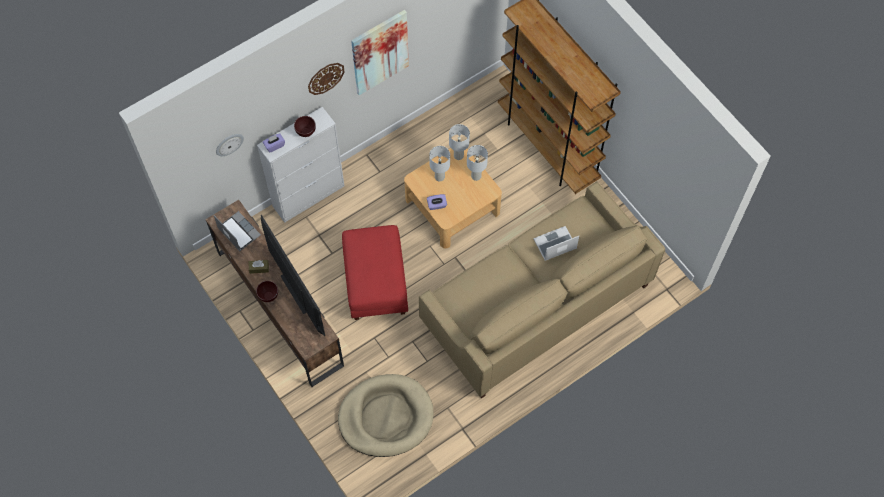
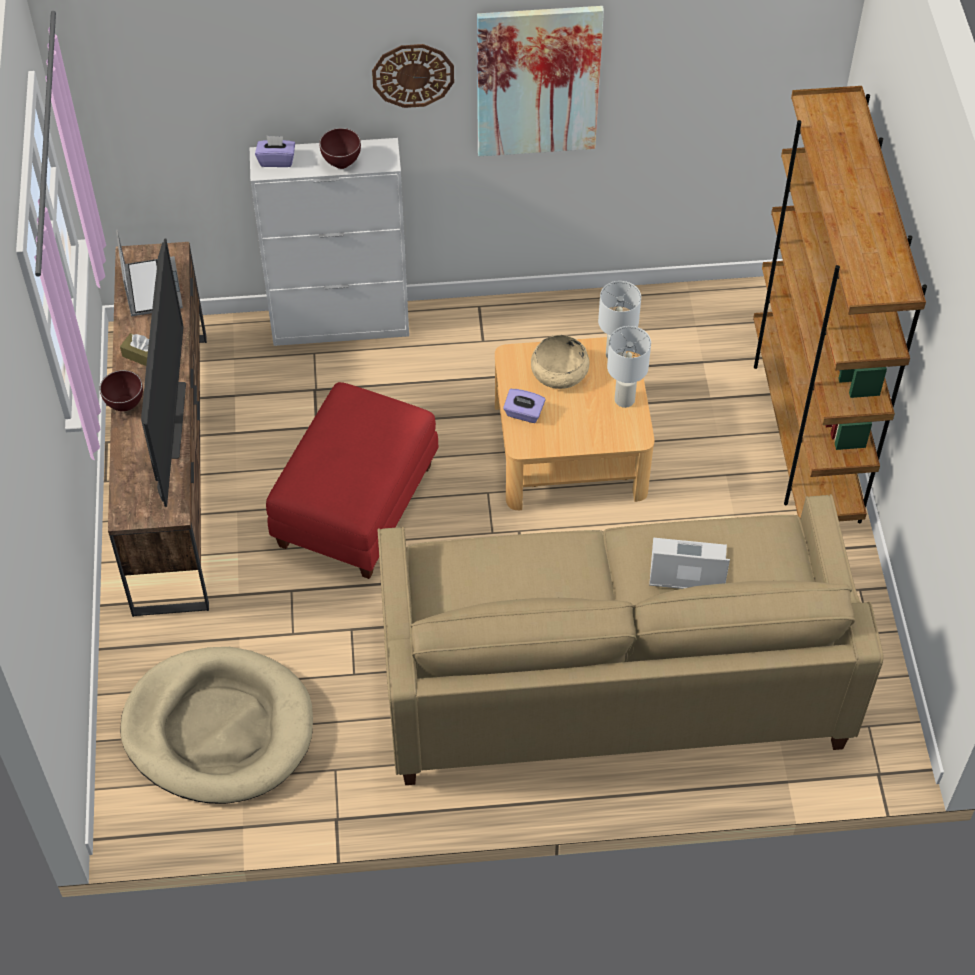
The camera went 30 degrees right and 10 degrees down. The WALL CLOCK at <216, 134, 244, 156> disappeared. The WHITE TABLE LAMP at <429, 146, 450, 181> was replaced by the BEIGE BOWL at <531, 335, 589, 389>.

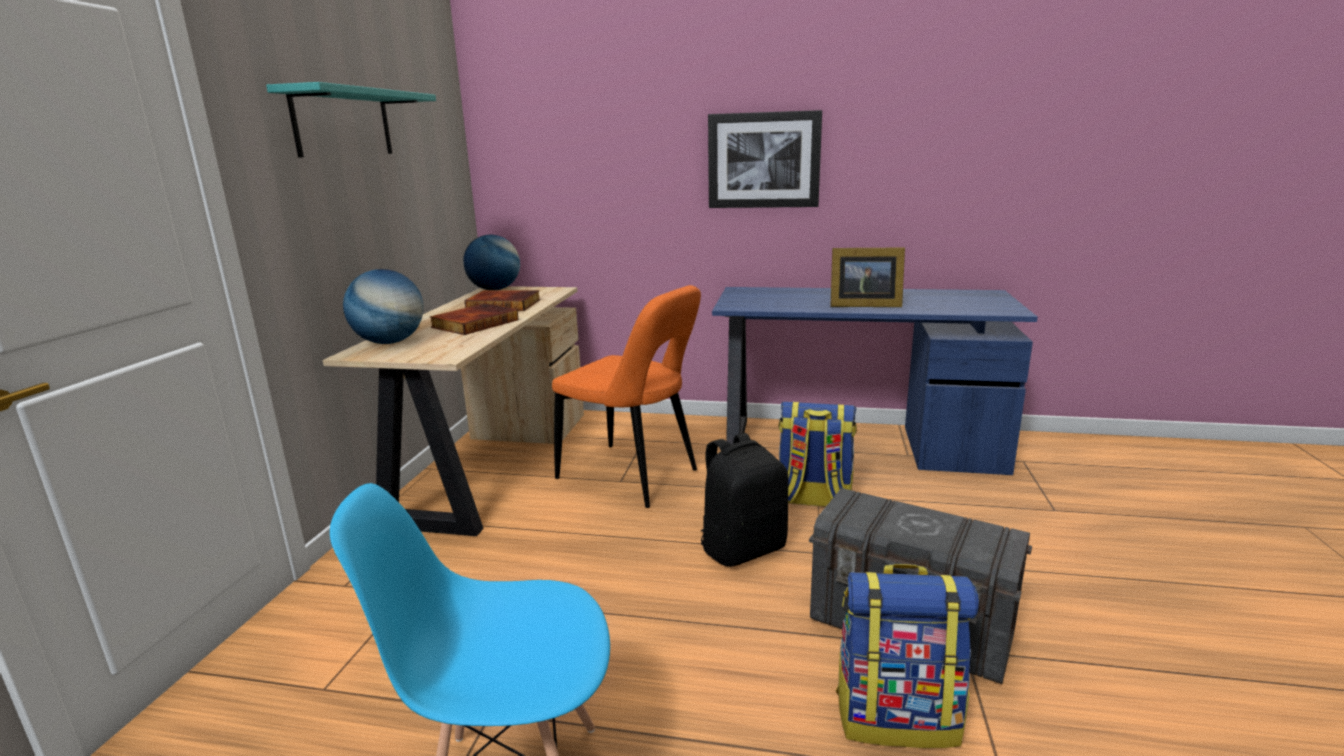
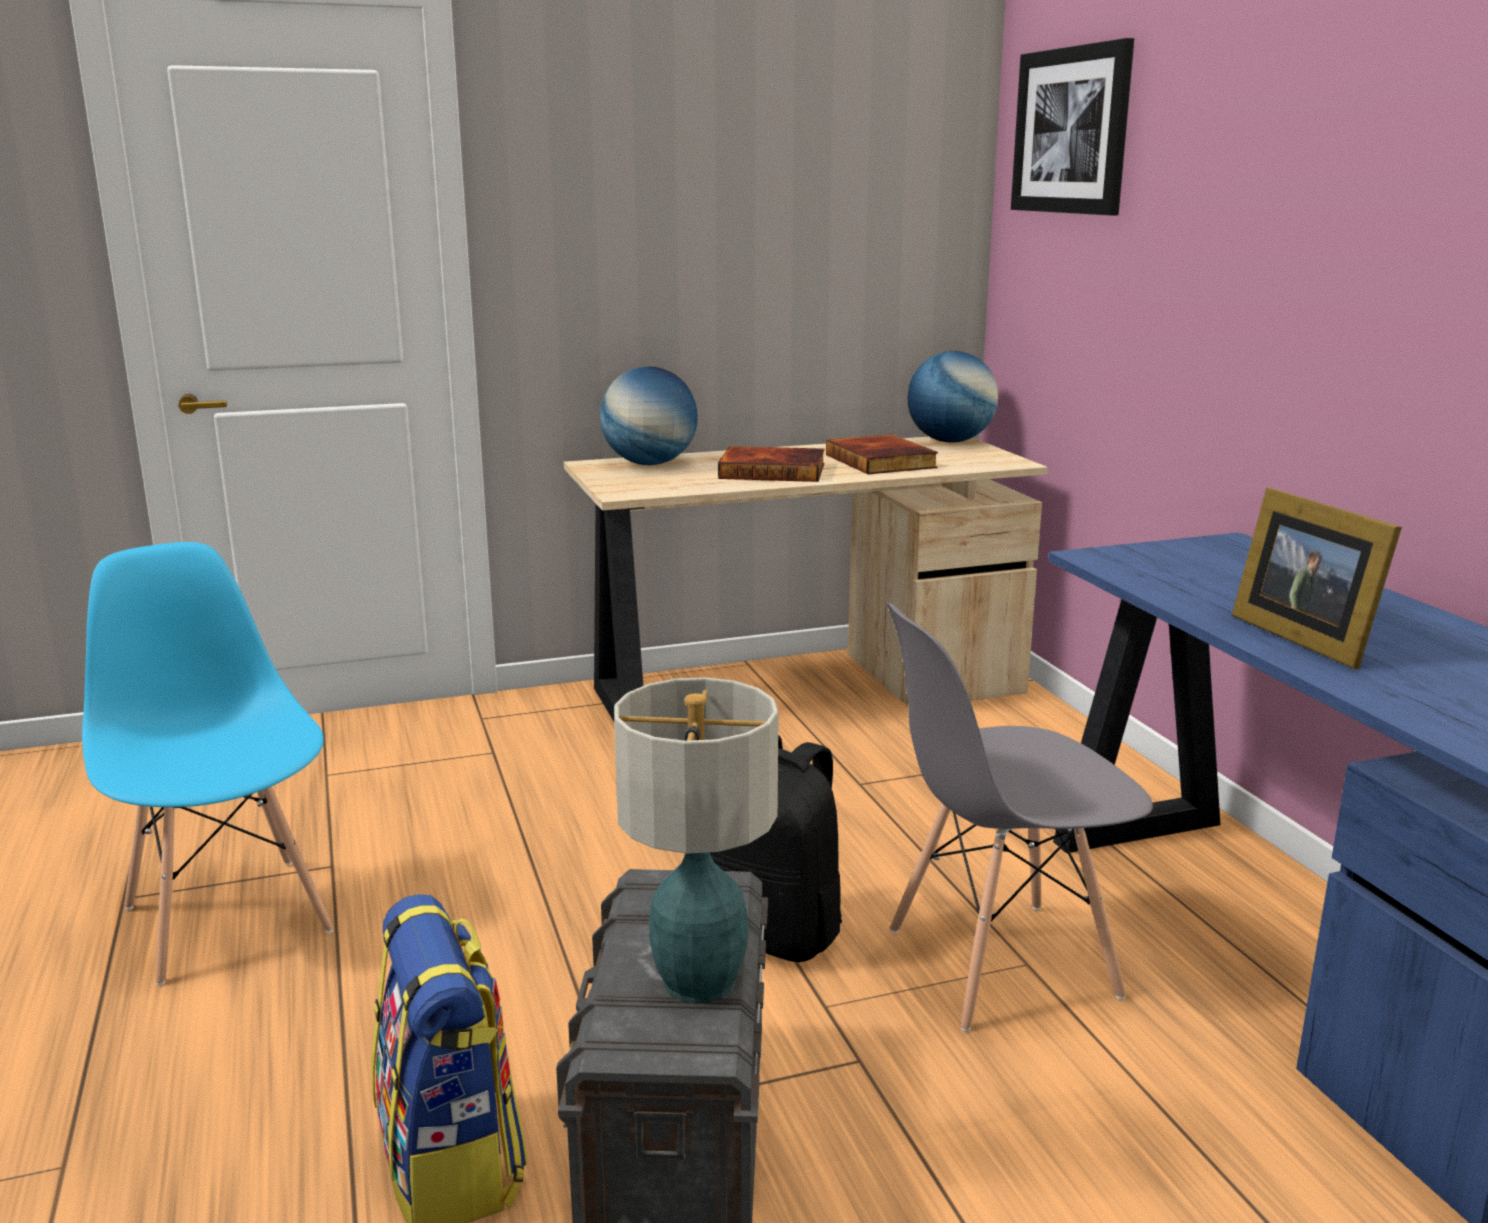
The camera went 60 degrees right and 0 degrees up. The TURQUOISE SHELF at <266, 82, 436, 158> disappeared. The ORANGE CHAIR at <552, 285, 701, 508> disappeared. The TABLE LAMP at <614, 677, 779, 1003> appeared. The PICTURE moved from <708, 110, 822, 208> to <1011, 38, 1134, 216>. The BACKPACK at <778, 402, 857, 507> was replaced by the GREY CHAIR at <887, 602, 1153, 1031>.

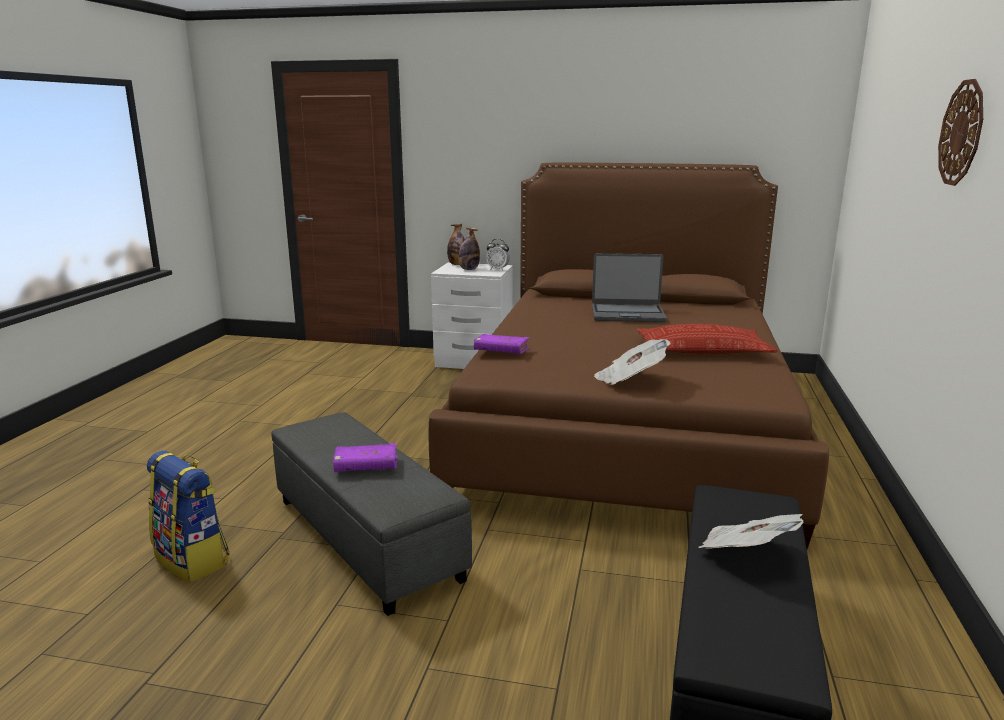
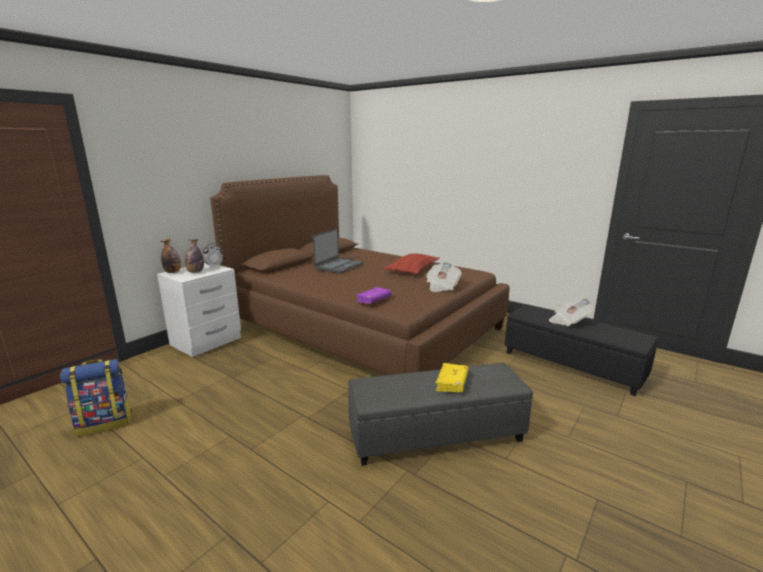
The camera went 65 degrees left and 0 degrees up. The WALL CLOCK at <938, 79, 983, 186> disappeared. The BACKPACK moved from <147, 451, 229, 583> to <60, 359, 132, 437>. The PURPLE BOOK at <332, 443, 398, 472> became the YELLOW BOOK at <435, 363, 469, 393>.

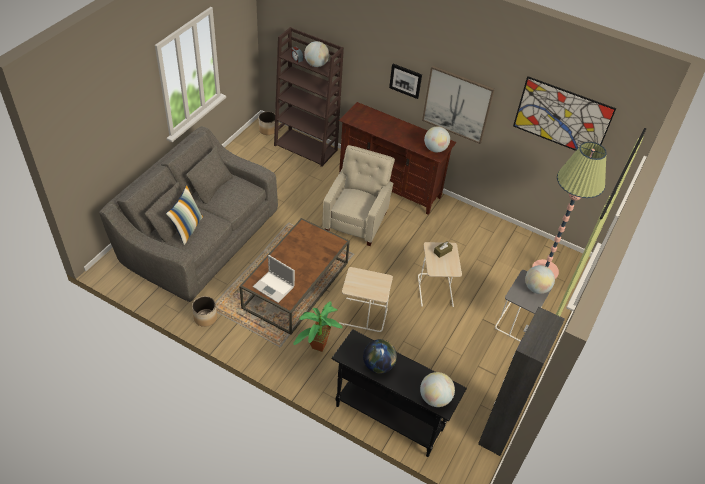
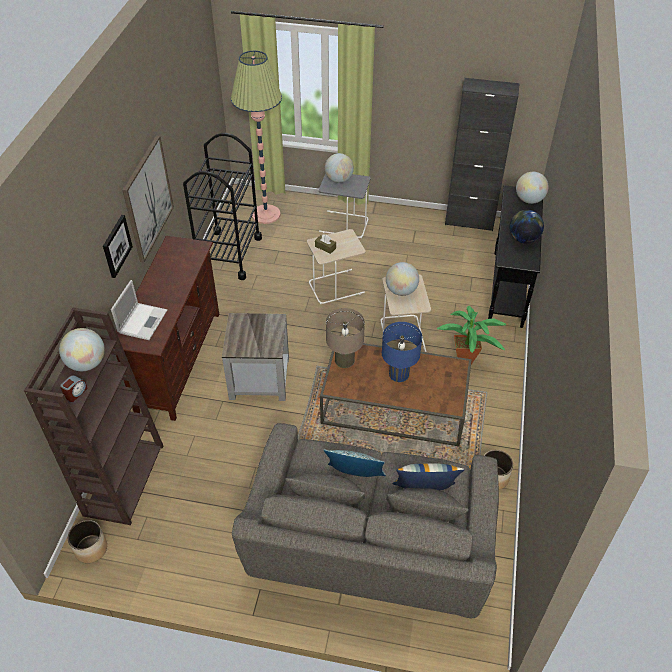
The camera went 105 degrees left and 0 degrees up. The PICTURE at <513, 76, 616, 151> disappeared. The BLACK CART at <183, 133, 262, 280> appeared. The PILLOW at <324, 449, 386, 477> appeared. The BEIGE TABLE LAMP at <326, 308, 365, 368> appeared. The BLUE TABLE LAMP at <382, 322, 422, 382> appeared. The LAPTOP moved from <253, 255, 295, 303> to <111, 280, 167, 340>. The GLOBE moved from <424, 126, 450, 152> to <386, 262, 419, 296>. The BEIGE ARMCHAIR at <322, 145, 395, 246> was replaced by the GREY SIDE TABLE at <222, 313, 289, 401>.

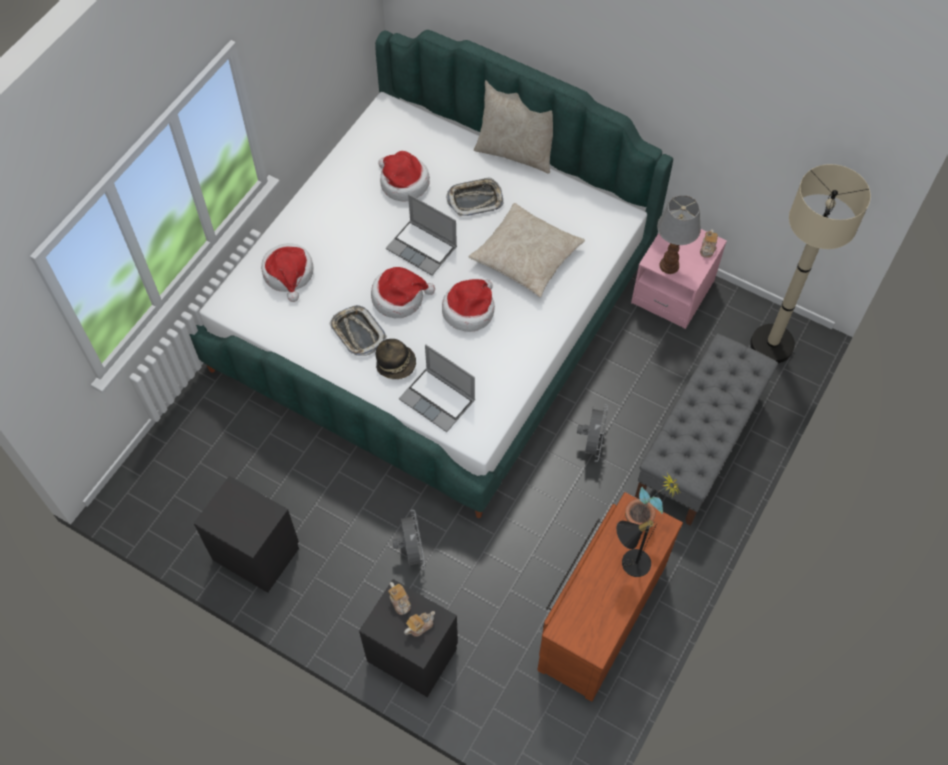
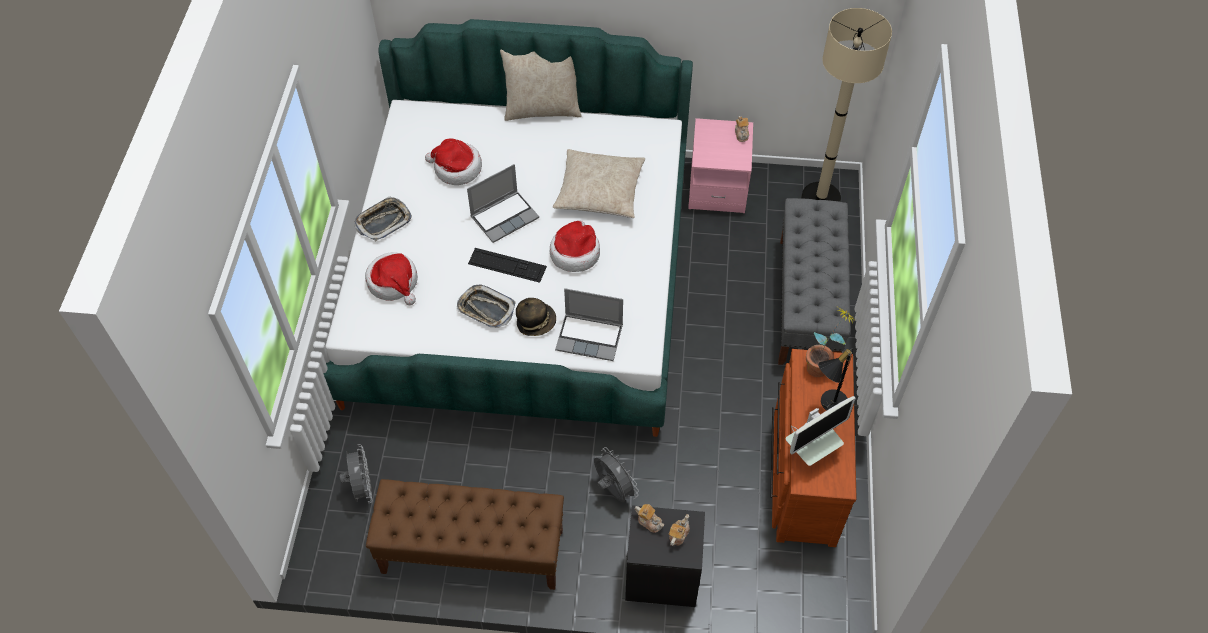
The camera went 25 degrees left and 5 degrees down. The TABLE LAMP at <657, 195, 701, 274> disappeared. The MONITOR at <786, 396, 856, 466> appeared. The TRAY moved from <446, 177, 503, 217> to <354, 196, 412, 241>. The GREY FAN moved from <577, 404, 608, 462> to <339, 444, 373, 503>. The BLACK NIGHTSTAND at <194, 476, 299, 593> was replaced by the BROWN BENCH at <366, 479, 564, 590>. The HAT at <371, 267, 435, 318> was replaced by the KEYBOARD at <468, 248, 547, 283>. The LAPTOP at <386, 194, 457, 276> turned 45 degrees counterclockwise.

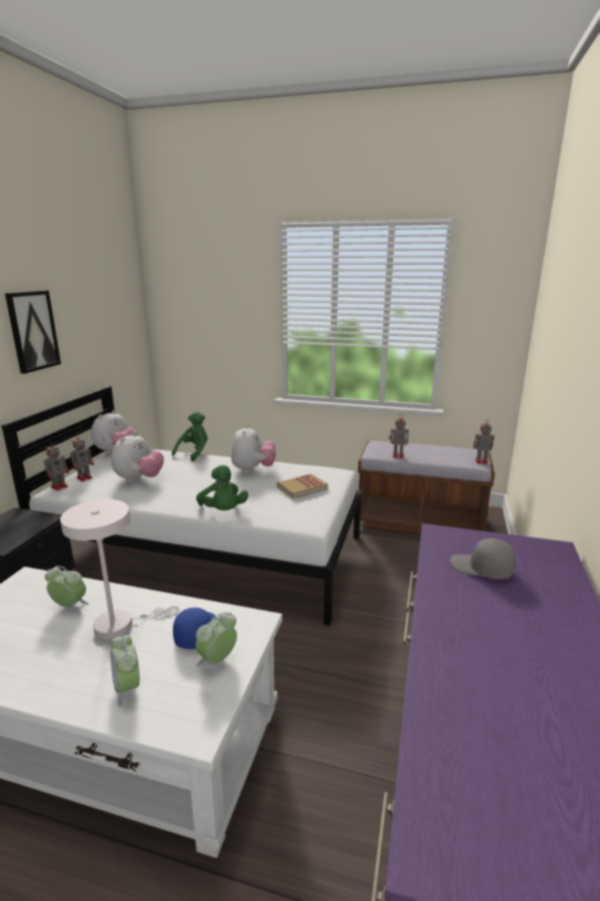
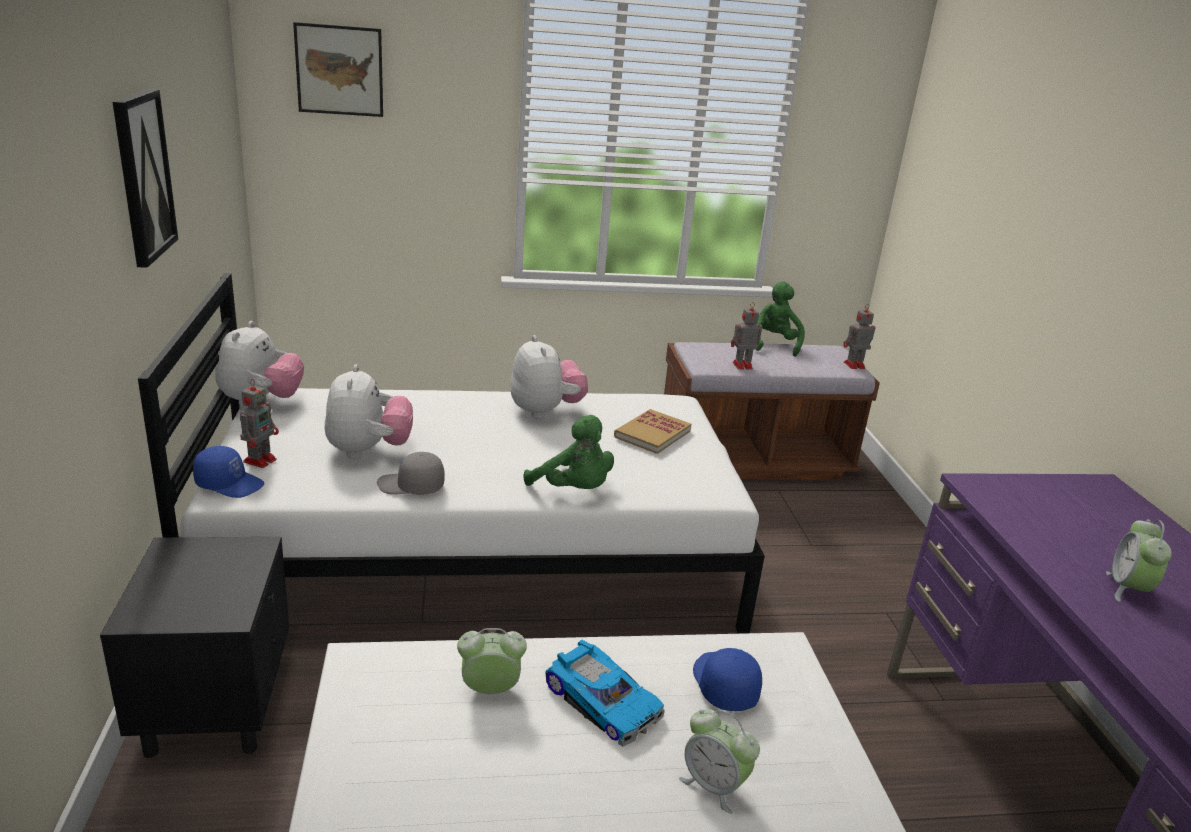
The camera went 25 degrees left and 5 degrees up. The PICTURE at <293, 22, 383, 117> appeared. The GREEN PLUSH TOY moved from <172, 412, 208, 461> to <755, 281, 805, 357>. The ALARM CLOCK moved from <195, 612, 237, 666> to <1106, 519, 1172, 602>. The GREY CAP moved from <450, 538, 516, 579> to <377, 452, 445, 495>. The TOY ROBOT at <44, 441, 69, 491> was replaced by the BLUE CAP at <193, 446, 264, 498>. The WHITE TABLE LAMP at <60, 499, 180, 639> was replaced by the TOY CAR at <545, 640, 665, 747>.

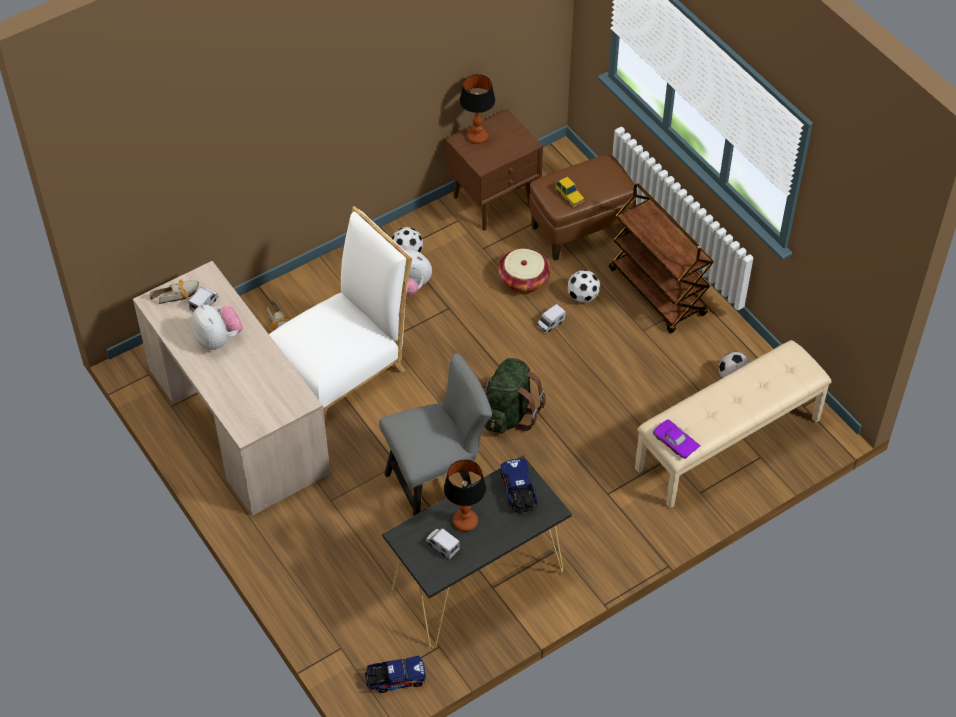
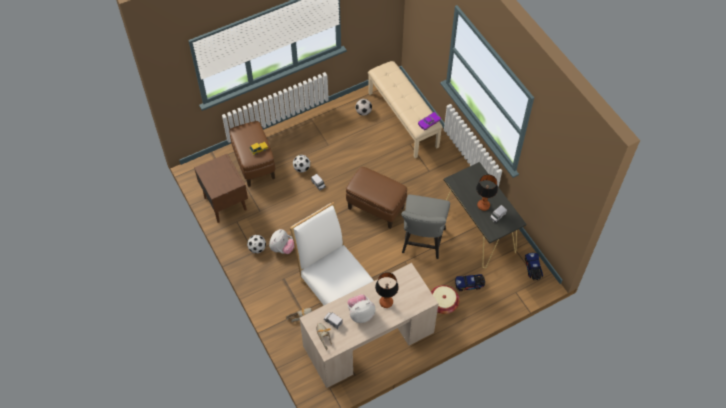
The camera went 85 degrees left and 5 degrees up. The BROWN CART at <609, 183, 714, 333> disappeared. The TABLE LAMP moved from <460, 74, 495, 144> to <375, 272, 399, 308>. The BASKET moved from <498, 248, 550, 293> to <431, 285, 460, 314>. The TOY TRUCK moved from <501, 459, 538, 513> to <455, 274, 485, 291>. The GREEN BACKPACK at <481, 358, 546, 434> was replaced by the BROWN OTTOMAN at <346, 167, 407, 229>. The GREY CHAIR at <379, 353, 492, 516> turned 150 degrees counterclockwise.

